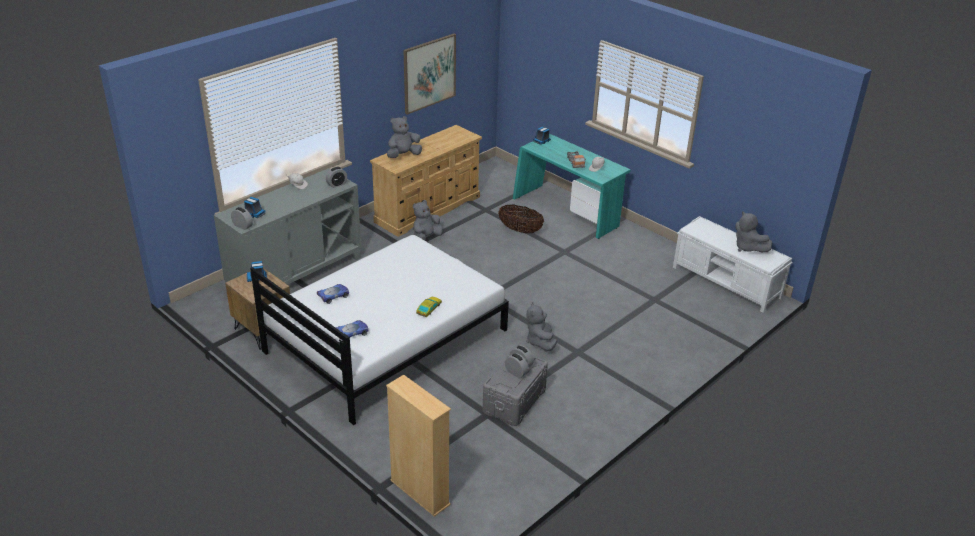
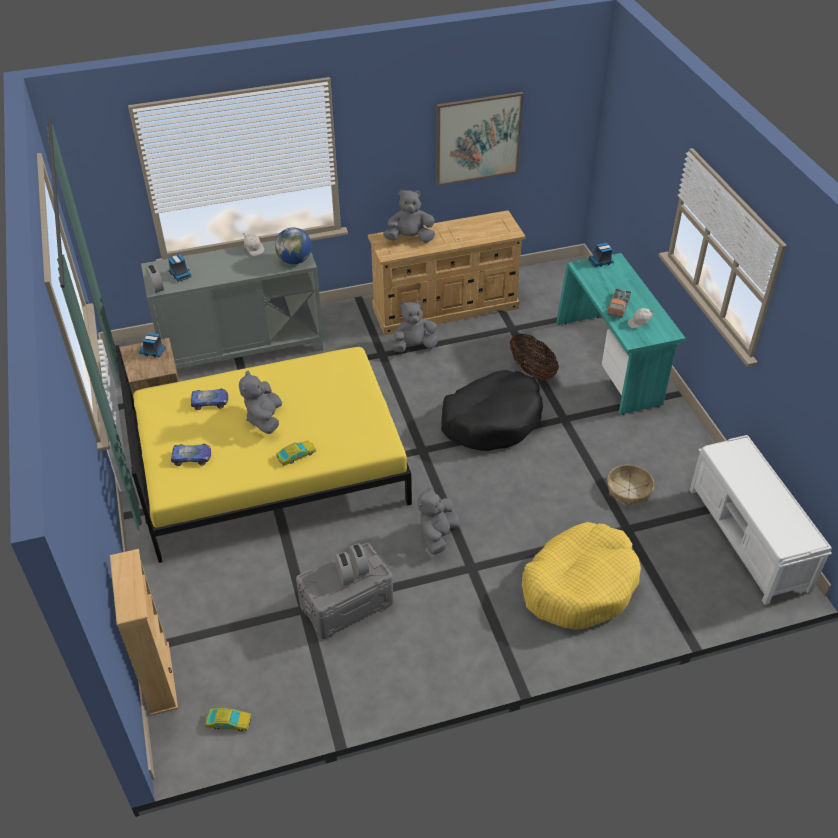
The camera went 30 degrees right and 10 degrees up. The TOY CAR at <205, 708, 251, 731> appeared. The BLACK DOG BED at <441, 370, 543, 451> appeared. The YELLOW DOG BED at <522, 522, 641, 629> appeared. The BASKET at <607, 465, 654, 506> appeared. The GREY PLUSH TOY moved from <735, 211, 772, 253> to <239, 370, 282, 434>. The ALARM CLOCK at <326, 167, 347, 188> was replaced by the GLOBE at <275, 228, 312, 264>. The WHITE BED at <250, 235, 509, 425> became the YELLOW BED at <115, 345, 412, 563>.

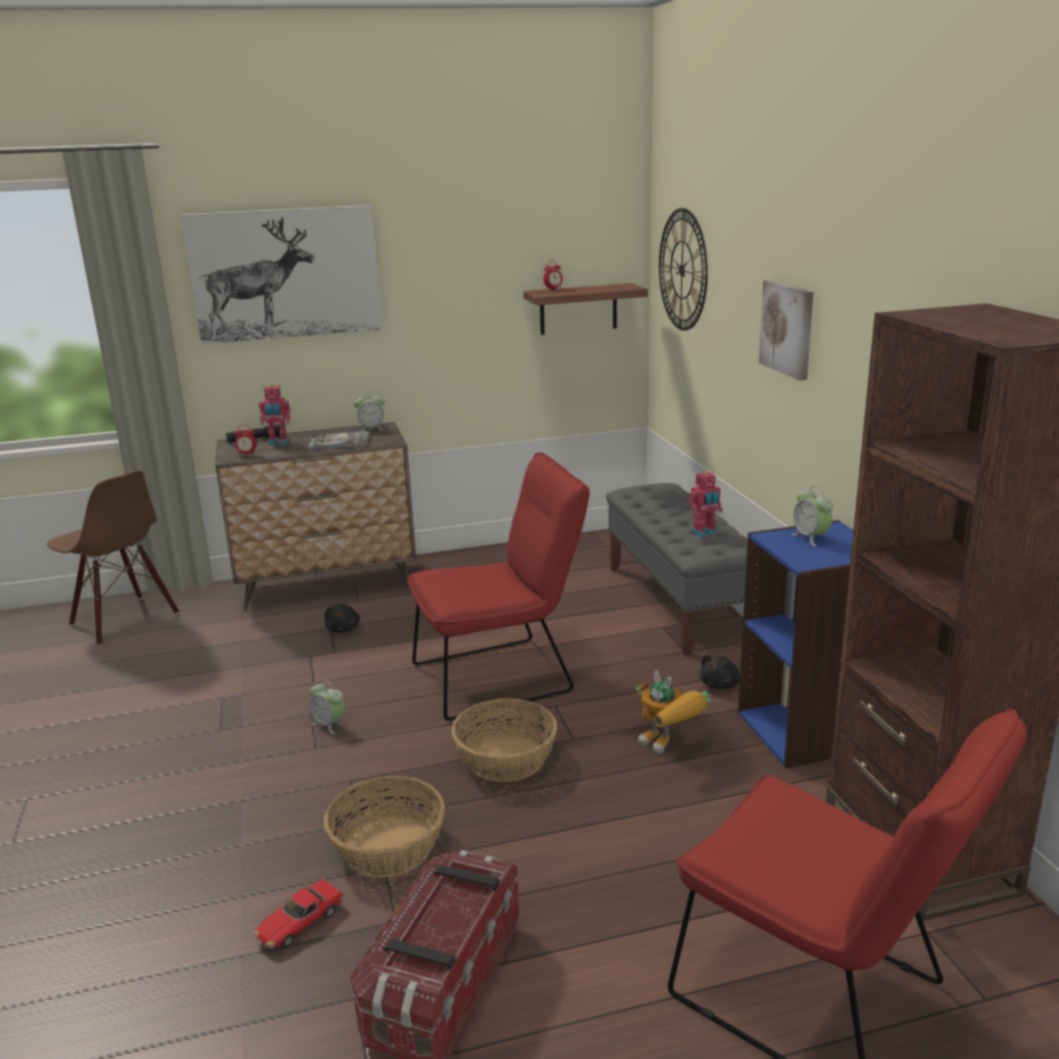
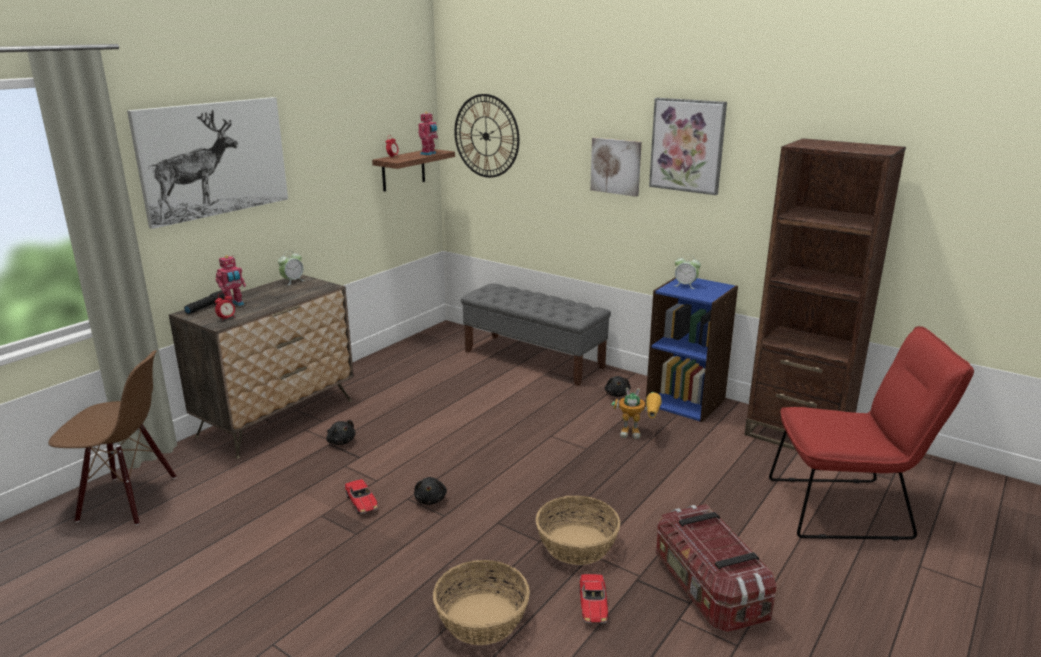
The camera went 40 degrees left and 0 degrees up. The BOOK at <307, 431, 370, 451> disappeared. The RED CHAIR at <407, 453, 590, 721> disappeared. The TOY CAR at <344, 479, 378, 514> appeared. The PICTURE at <649, 98, 727, 195> appeared. The BASKET moved from <452, 698, 557, 782> to <433, 560, 530, 645>. The TOY ROBOT moved from <688, 471, 723, 537> to <418, 112, 438, 155>. The ALARM CLOCK at <310, 681, 345, 734> was replaced by the BLACK PLUSH TOY at <414, 477, 447, 505>.

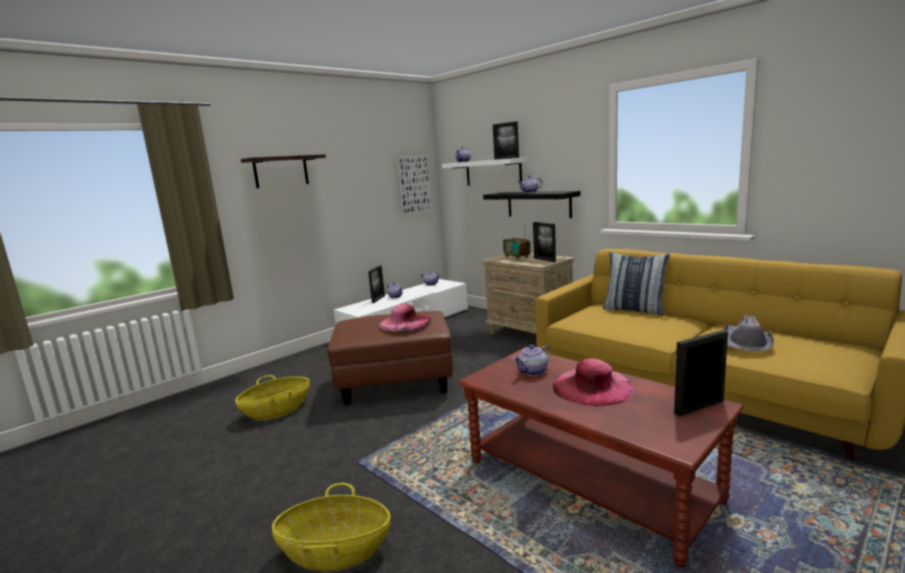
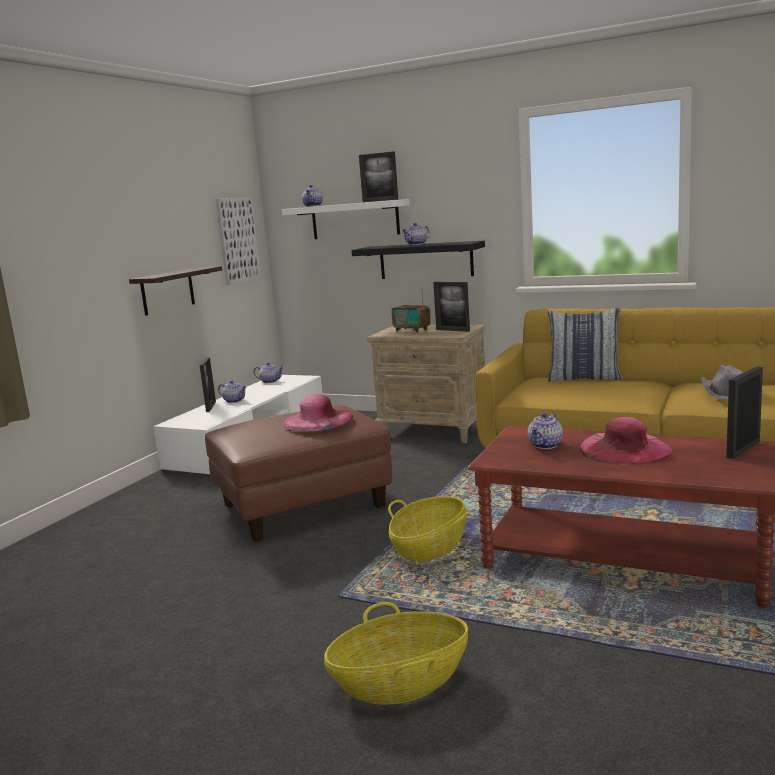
The camera went 20 degrees left and 0 degrees up. The BASKET moved from <235, 375, 310, 420> to <388, 496, 469, 562>. The SHELF moved from <241, 154, 326, 188> to <129, 266, 222, 316>.

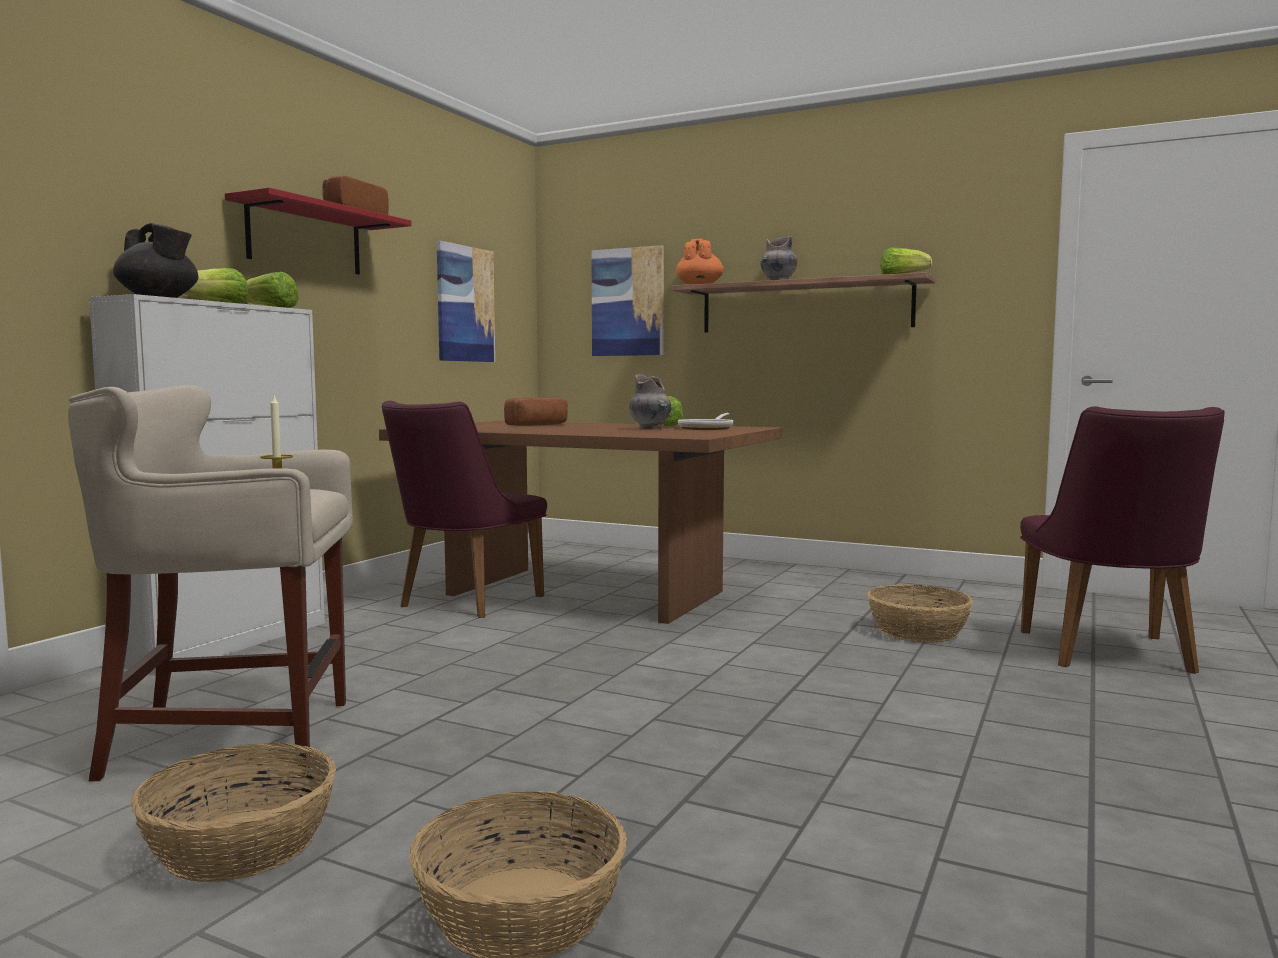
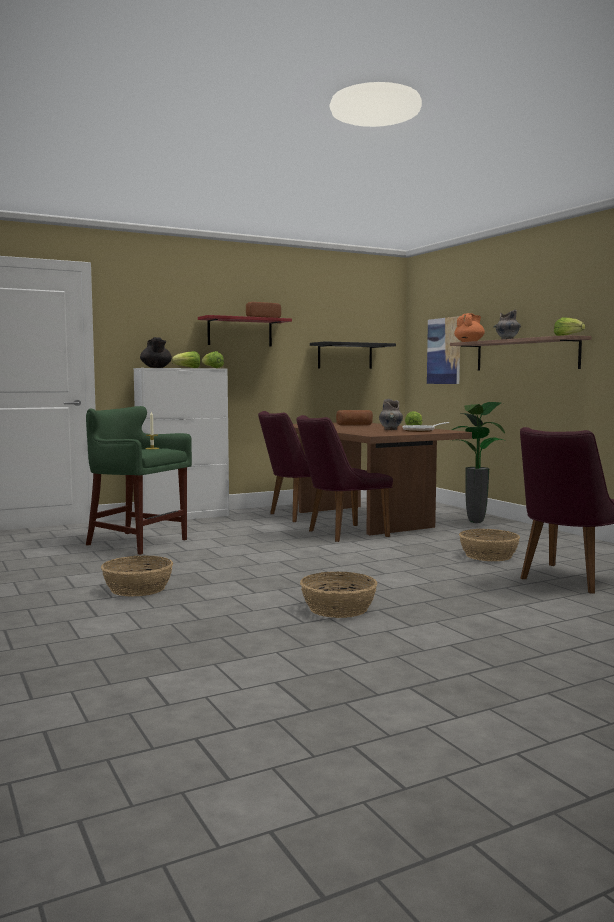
The camera went 35 degrees right and 0 degrees up. The PURPLE CHAIR at <297, 415, 393, 542> appeared. The POTTED PLANT at <452, 402, 505, 523> appeared. The BASKET moved from <131, 743, 336, 882> to <300, 572, 377, 618>. The PICTURE at <437, 241, 495, 362> was replaced by the BLACK SHELF at <310, 341, 396, 369>. The BEIGE STOOL at <68, 385, 353, 782> became the GREEN STOOL at <86, 406, 192, 555>.

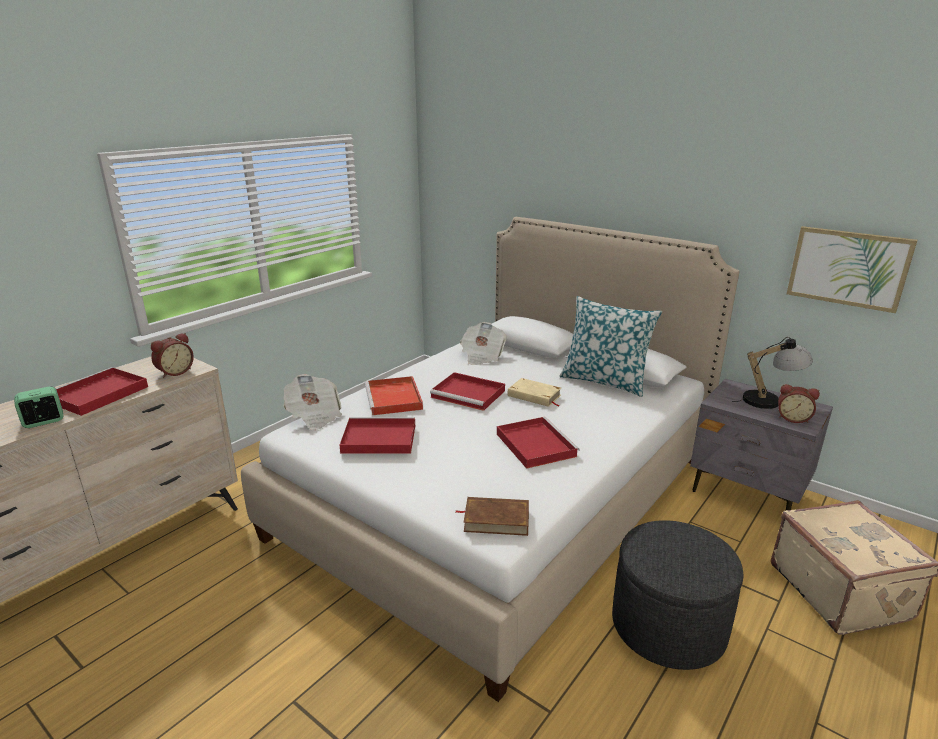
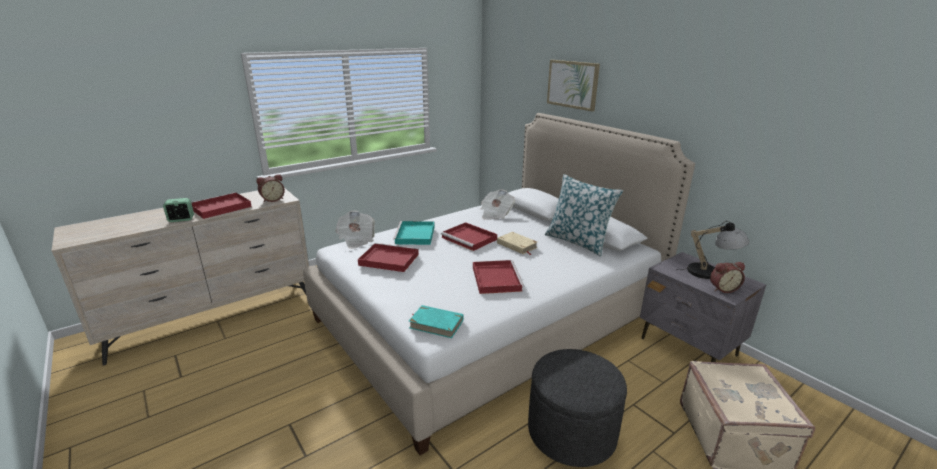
The camera went 15 degrees right and 0 degrees up. The PICTURE moved from <787, 226, 917, 313> to <547, 60, 600, 111>. The RED TRAY at <365, 376, 423, 415> became the TURQUOISE TRAY at <393, 221, 434, 245>. The BROWN BOOK at <456, 497, 529, 536> became the TURQUOISE BOOK at <409, 305, 463, 338>. The ALARM CLOCK at <778, 384, 820, 423> turned 45 degrees counterclockwise.

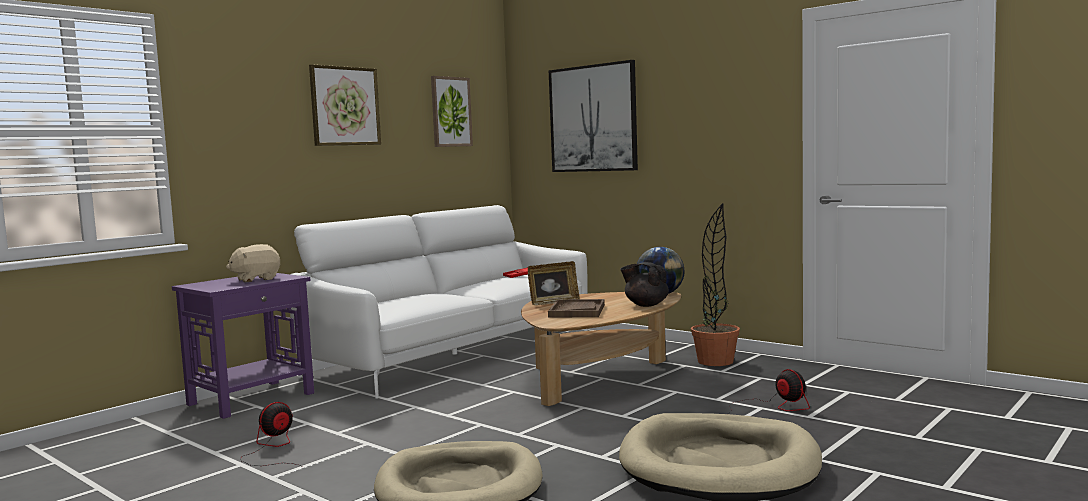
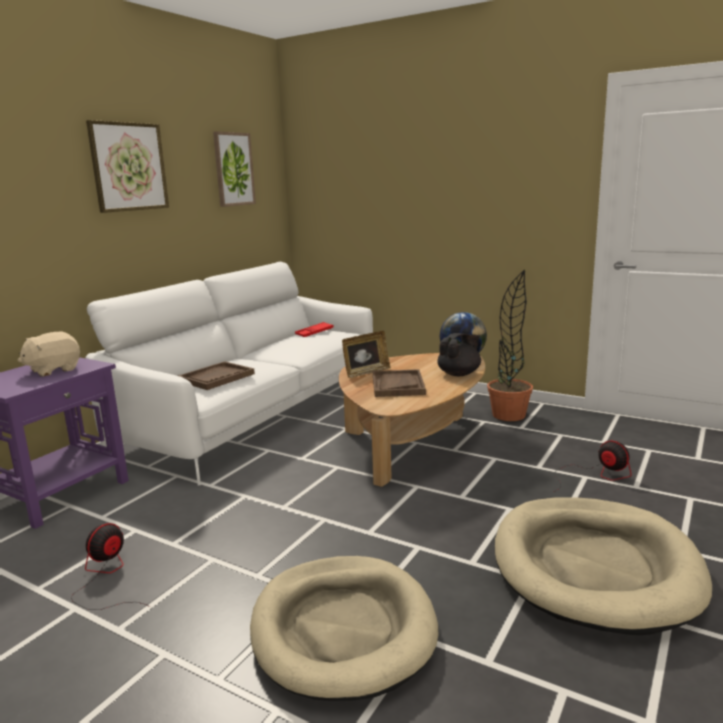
The camera went 10 degrees left and 10 degrees up. The PICTURE at <549, 60, 638, 172> disappeared. The BROWN TRAY at <178, 361, 255, 390> appeared. The BLACK TEAPOT at <620, 262, 669, 307> turned 120 degrees clockwise.

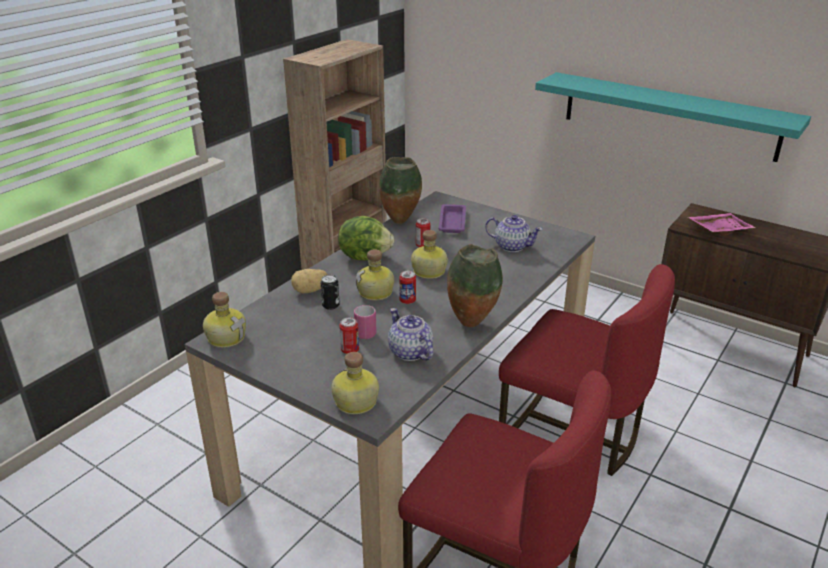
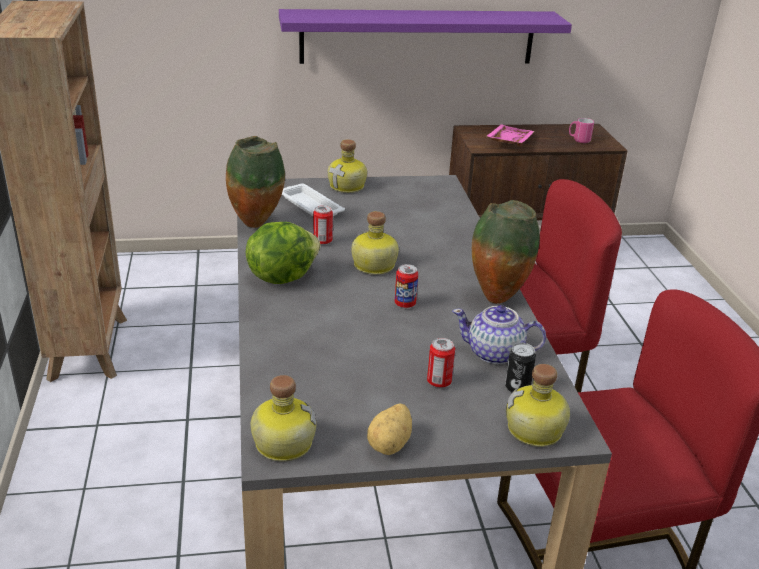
The camera went 45 degrees left and 0 degrees up. The TEAPOT at <485, 215, 543, 252> disappeared. The POTATO moved from <291, 269, 328, 293> to <367, 403, 412, 455>. The CAN moved from <321, 275, 340, 310> to <505, 343, 536, 392>. The PINK MUG moved from <354, 305, 377, 339> to <569, 118, 594, 143>. The BOTTLE moved from <356, 249, 394, 301> to <328, 139, 367, 193>. The PURPLE TRAY at <439, 204, 466, 233> became the WHITE TRAY at <282, 184, 345, 216>. The TURQUOISE SHELF at <535, 72, 811, 162> became the PURPLE SHELF at <279, 9, 572, 64>.

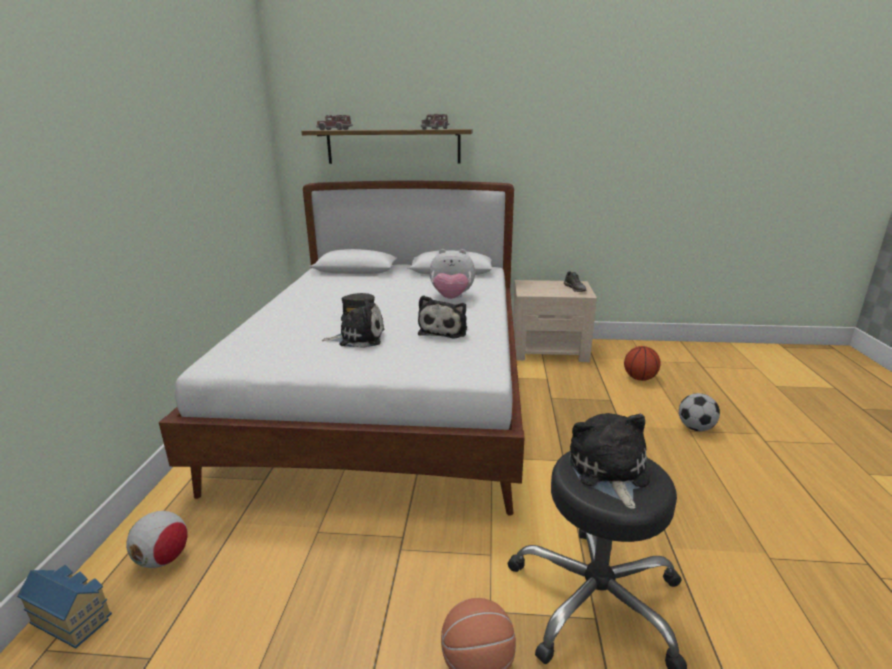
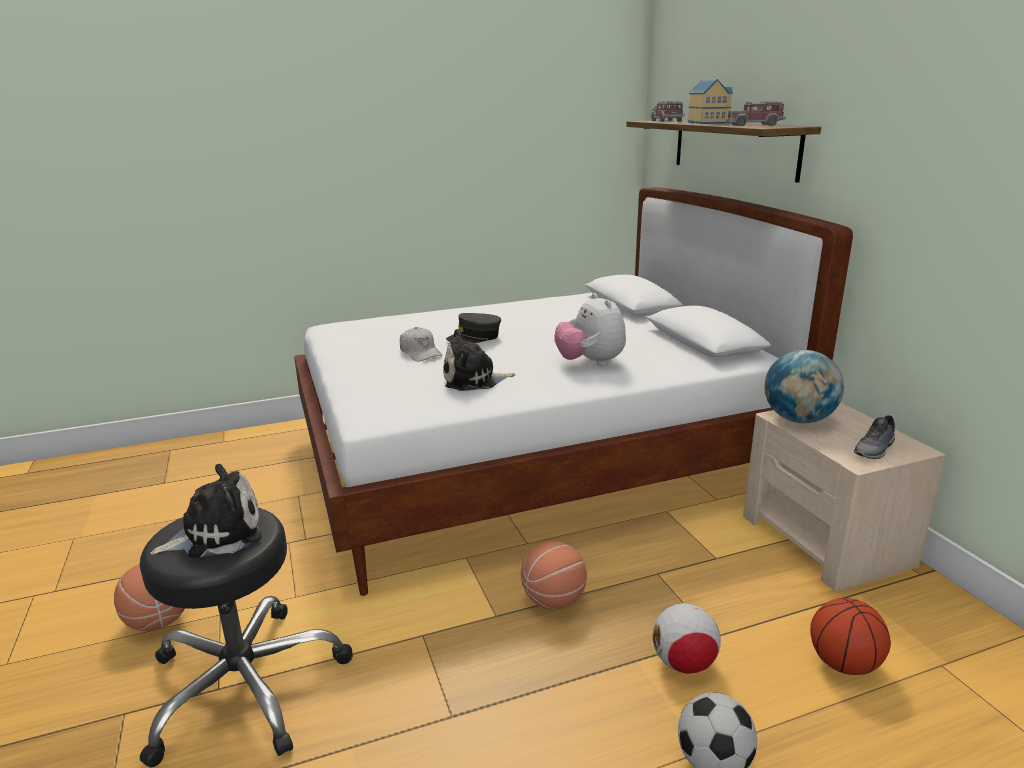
The camera went 65 degrees right and 0 degrees up. The BASKETBALL at <521, 541, 587, 610> appeared. The GLOBE at <764, 350, 844, 423> appeared. The TOY HOUSE moved from <17, 565, 112, 648> to <687, 79, 733, 124>. The FOOTBALL moved from <126, 511, 188, 568> to <653, 603, 721, 674>. The PLUSH TOY at <322, 299, 384, 348> was replaced by the WHITE CAP at <400, 327, 442, 362>.

